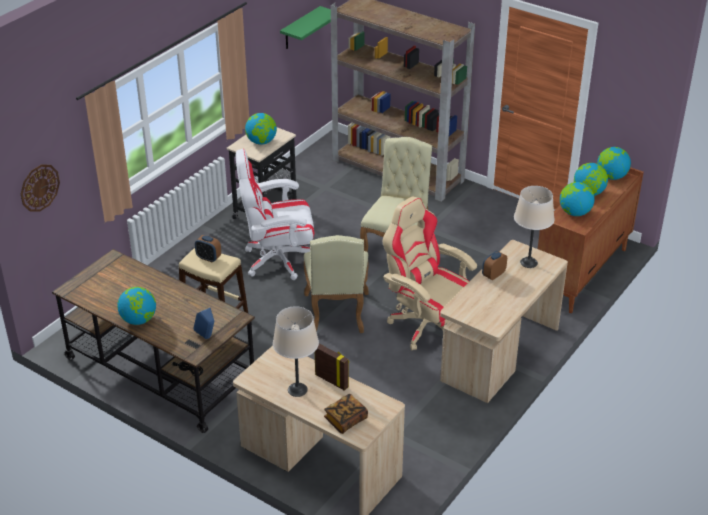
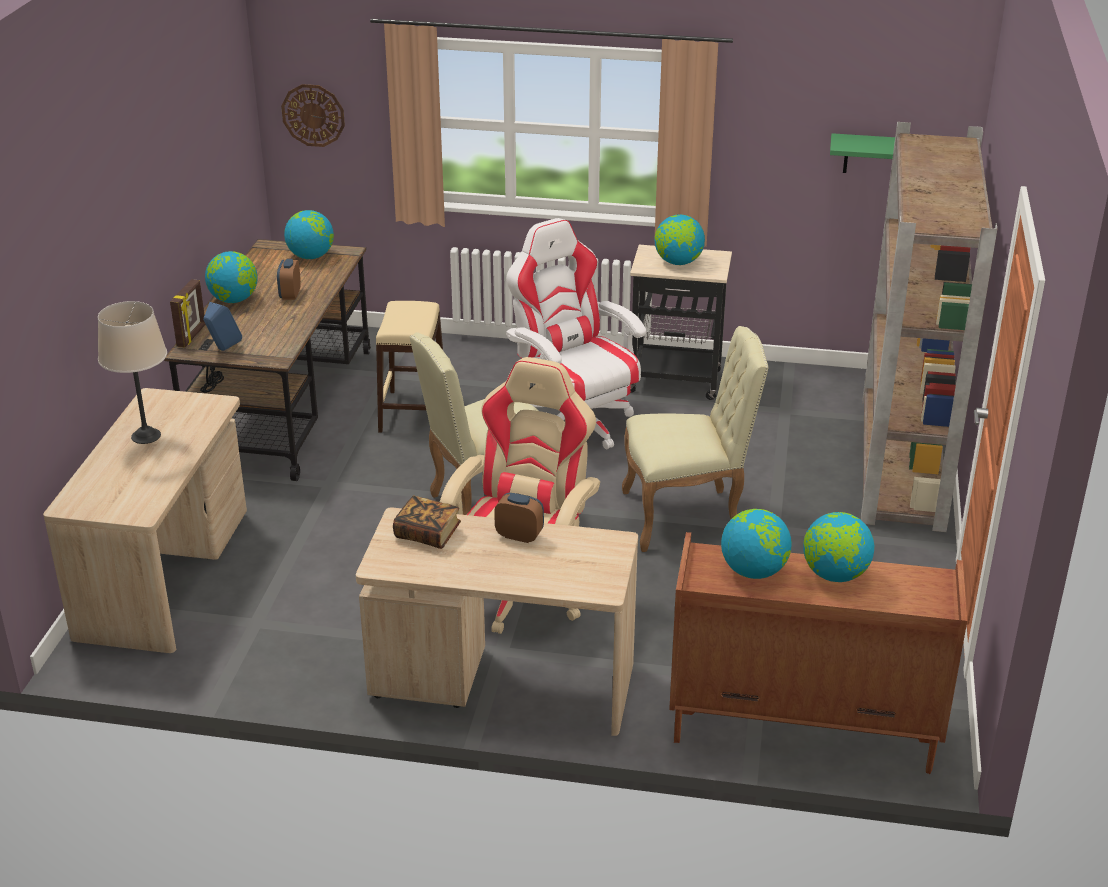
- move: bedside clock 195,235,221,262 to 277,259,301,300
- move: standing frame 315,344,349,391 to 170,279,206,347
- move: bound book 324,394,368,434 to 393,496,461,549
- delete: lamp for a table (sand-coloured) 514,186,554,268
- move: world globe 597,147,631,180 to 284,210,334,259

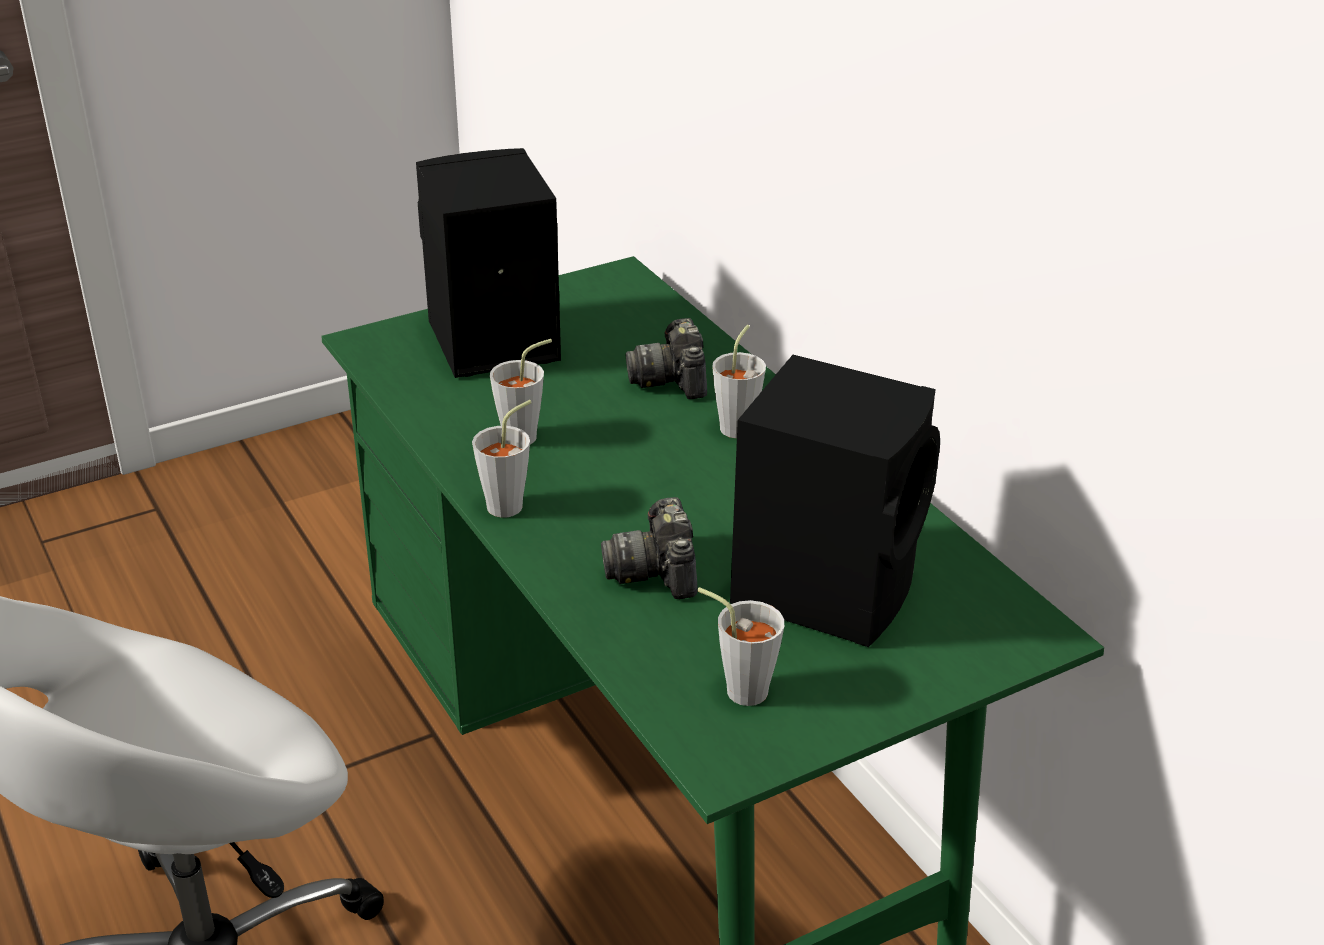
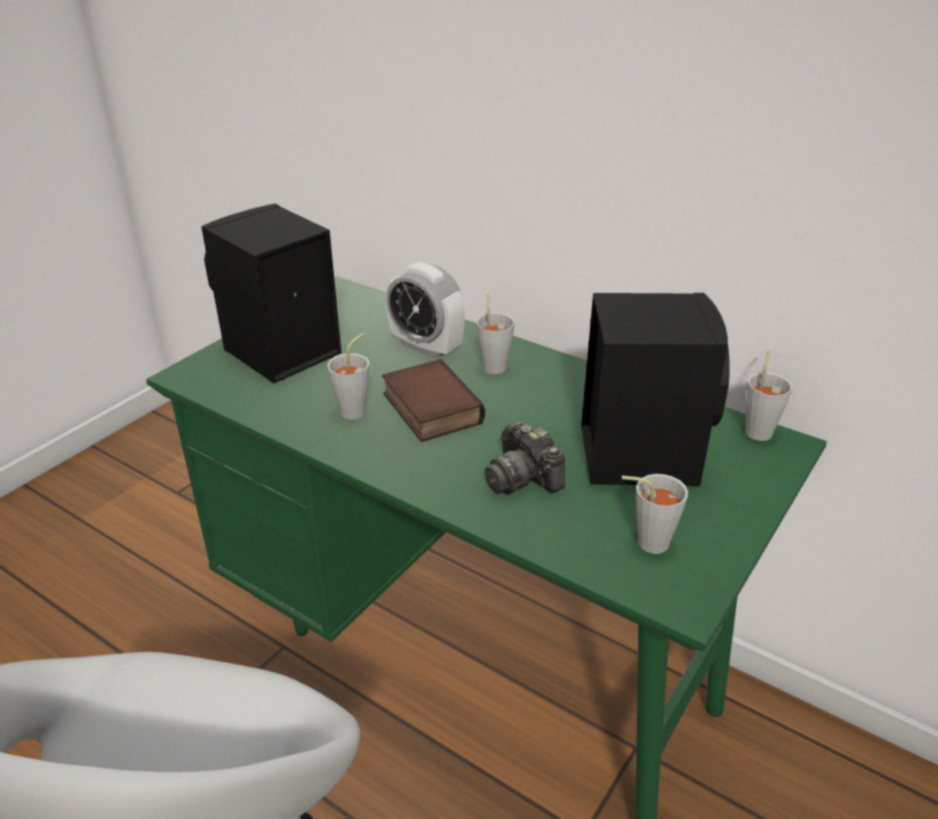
- move: drinking cup (grey) 472,400,532,518 to 745,350,793,441
- replace: photo camera 626,318,707,399 to bedside clock 386,262,465,359
- insert: bound book 382,359,485,442

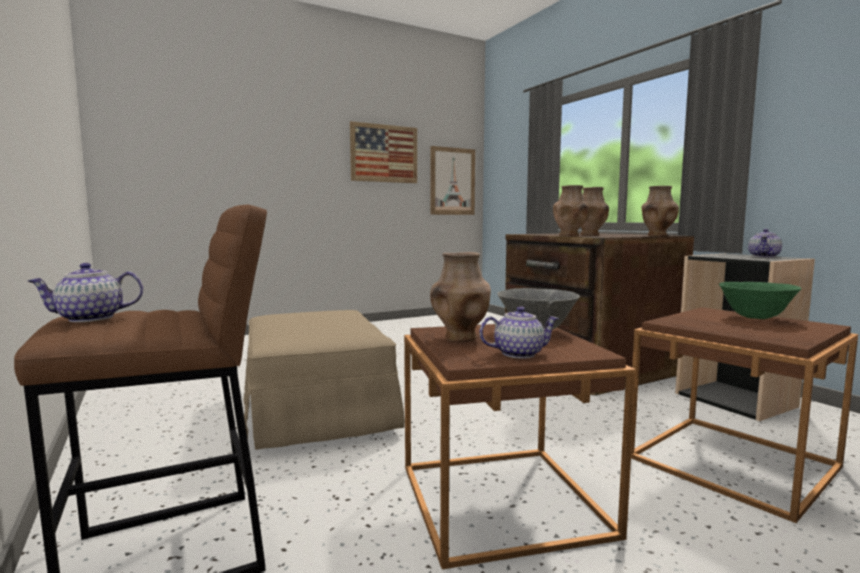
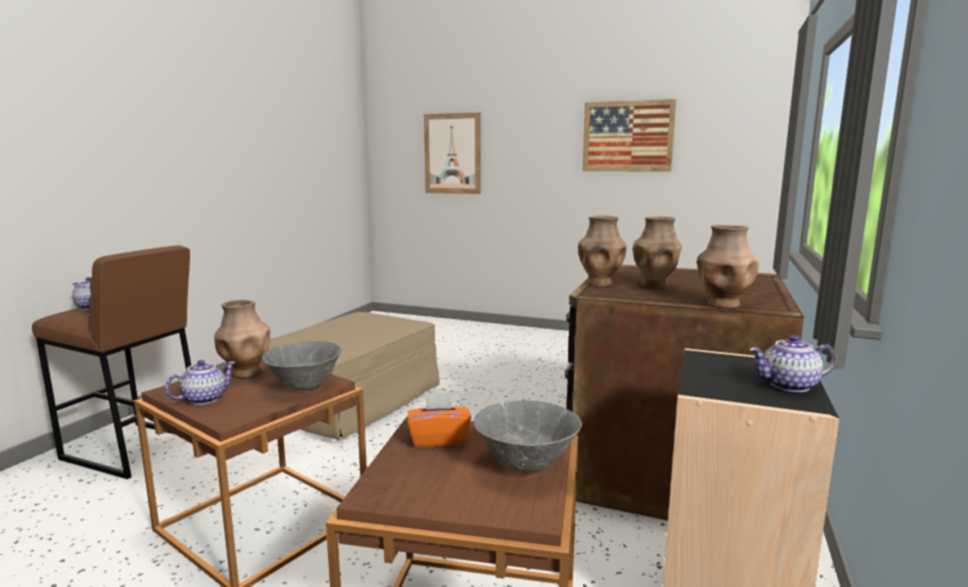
- move: wall picture 431,146,475,215 to 424,112,481,194
- rotate: tea pot 479,306,559,359 = 165,360,236,405 90 degrees counterclockwise
- recolor: bowl (green) 719,282,802,319 to bowl (grey) 474,400,582,473
- insert: tissue holder (orangey) 407,392,471,447

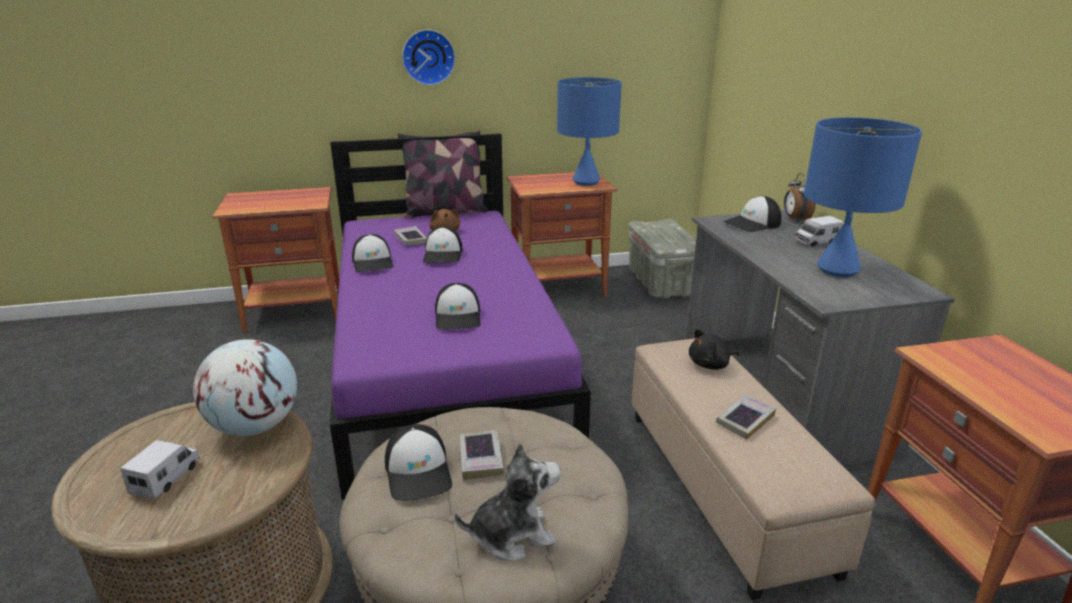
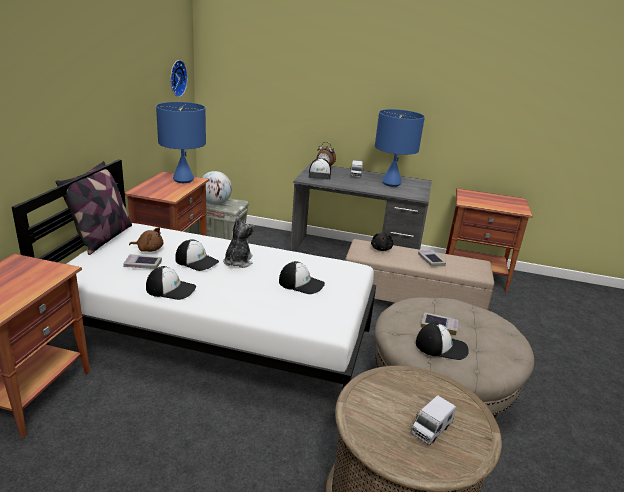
- rotate: toy truck 120,440,201,500 = 411,395,456,445 90 degrees counterclockwise
- move: world globe 193,339,297,436 to 202,171,232,205
- recolor: bed (purple-coloured) 330,133,591,500 to bed (whitish) 12,159,376,388
- move: clock on the wall 402,29,455,85 to 170,60,188,97
- move: cuddly toy 455,442,561,560 to 223,217,255,268

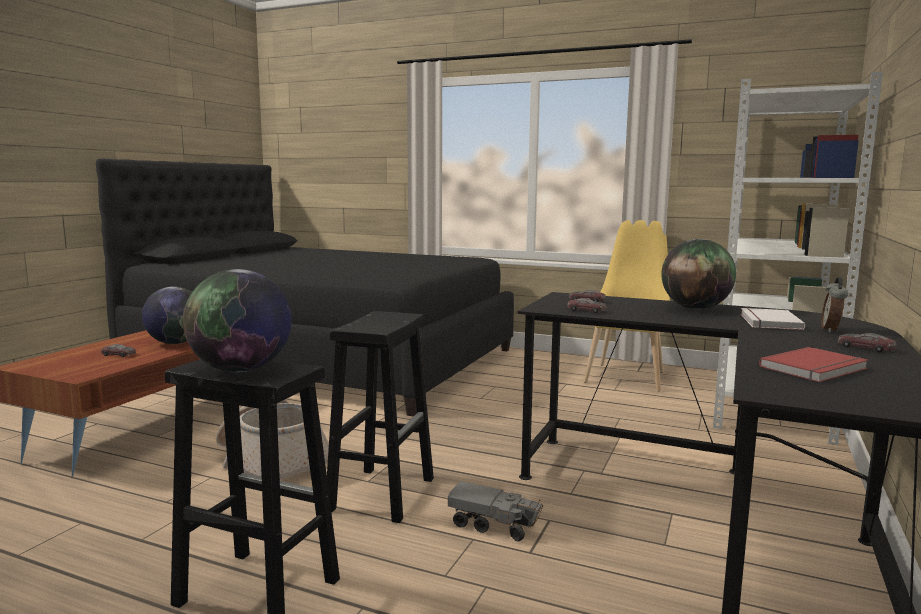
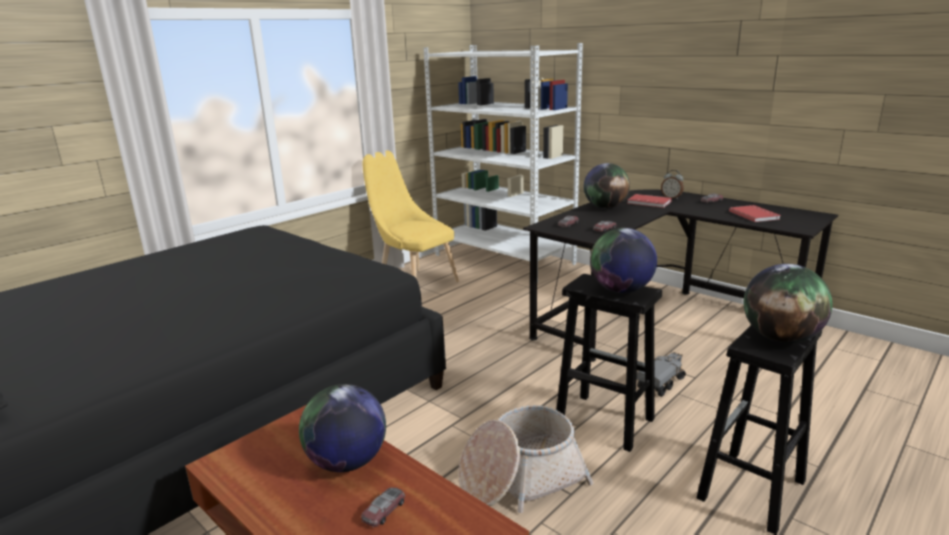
- recolor: bound book (whitish) 741,308,805,330 to bound book (red-coloured) 627,194,672,208
- insert: world globe 590,228,657,293

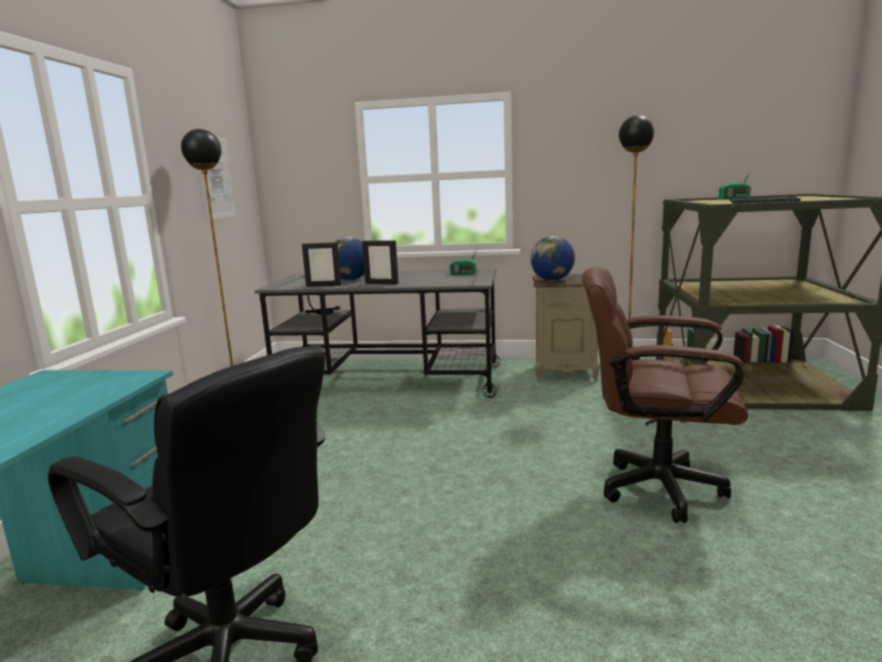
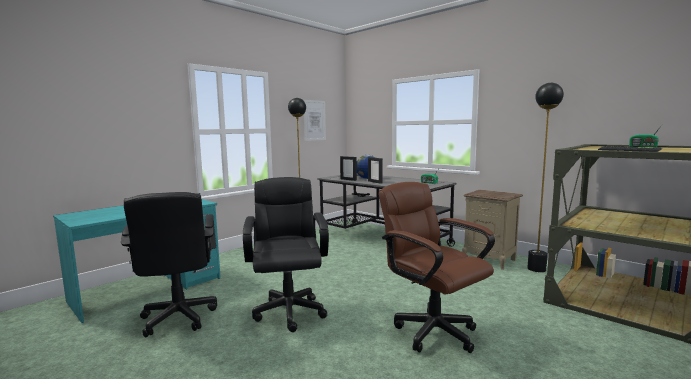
- delete: world globe 530,236,575,281
- insert: office chair (black-coloured) 243,177,329,332

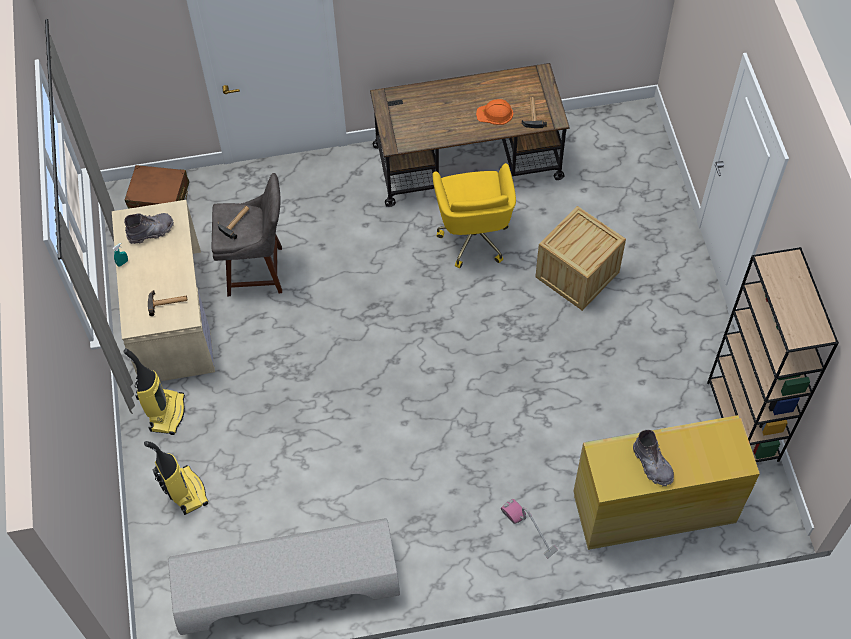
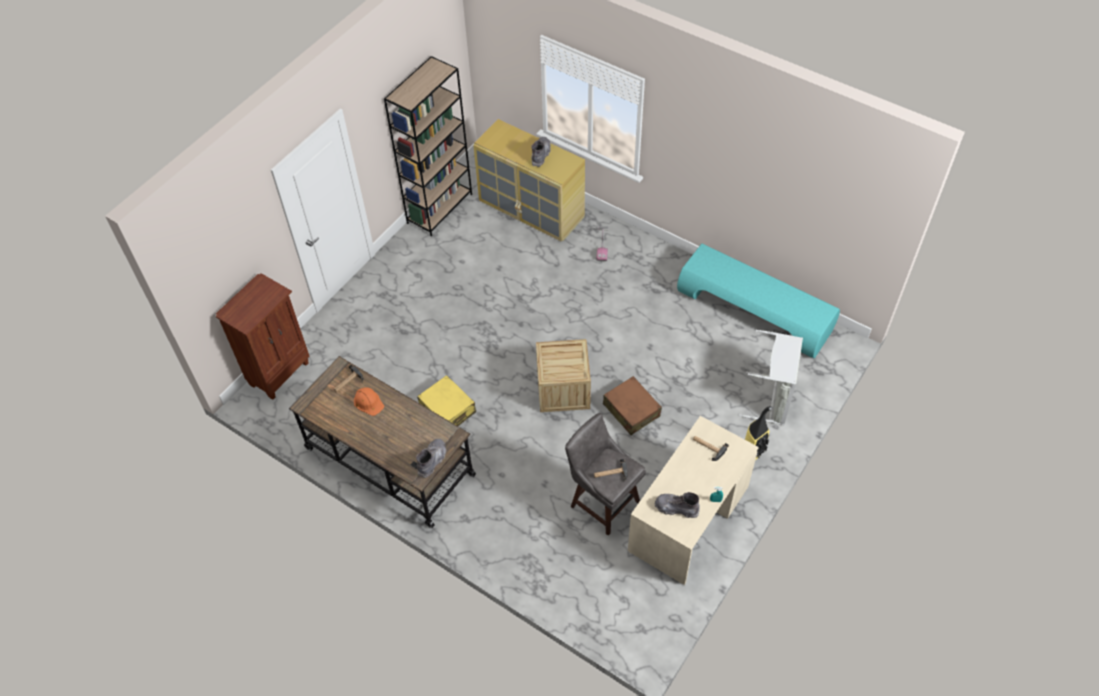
- move: suitcase (brown) 125,165,189,209 to 603,376,662,435
- replace: hoover 144,441,209,515 to hamper (grey) 739,330,803,425
- recolor: indoor bench (grey) 168,518,400,635 to indoor bench (turquoise) 677,244,840,358
- replace: office chair (yellowish) 433,163,516,268 to suitcase (yellowish) 417,375,476,426
- move: crate 535,206,626,311 to 536,339,591,412
- insert: storage cabinet (brown) 215,273,310,400
- insert: high-top boot (grey) 416,439,446,478

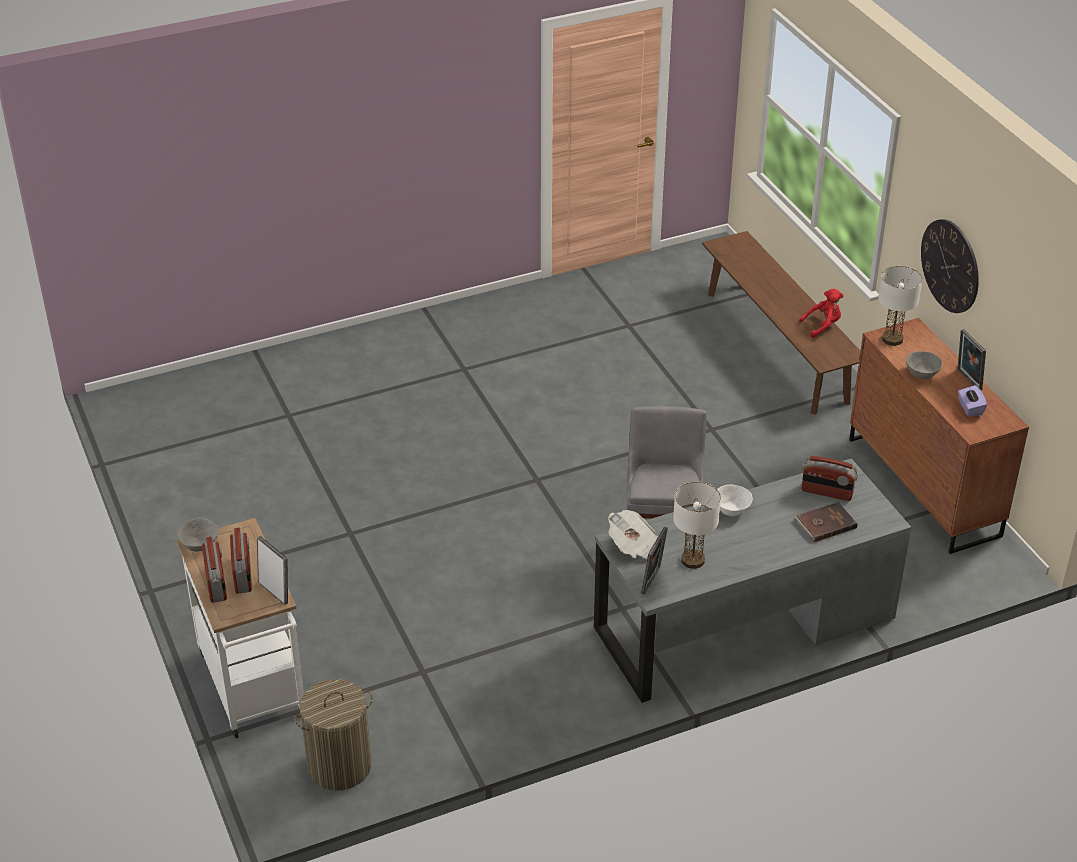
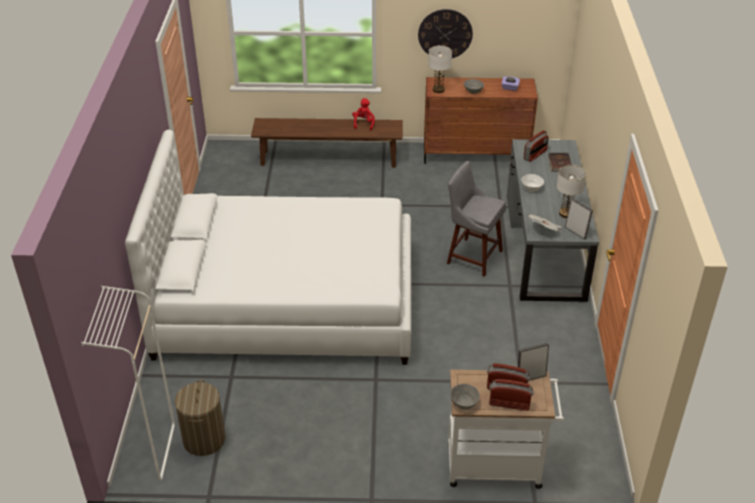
- move: hamper 294,679,373,791 to 175,380,225,456
- delete: standing frame 957,329,986,390
- insert: garment stand (whitish) 81,286,175,480
- insert: bed (whitish) 125,130,411,365

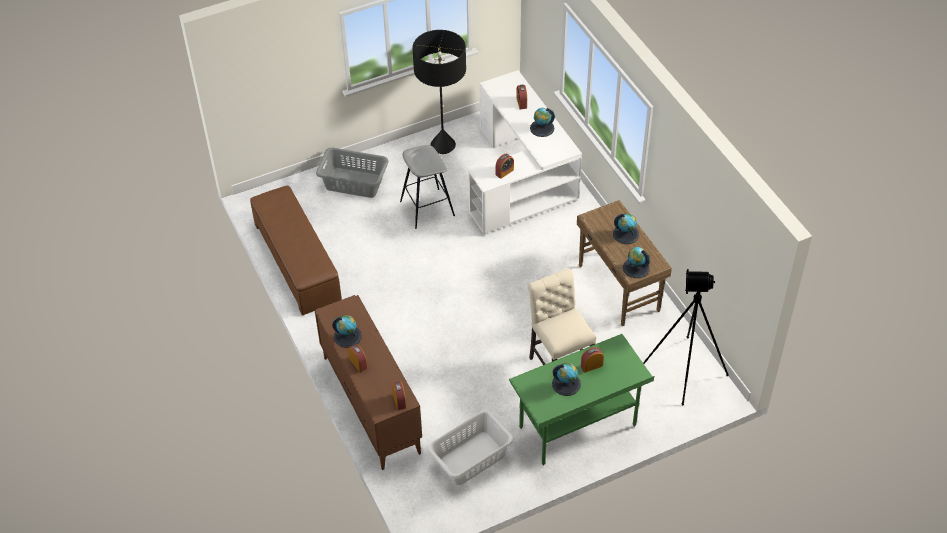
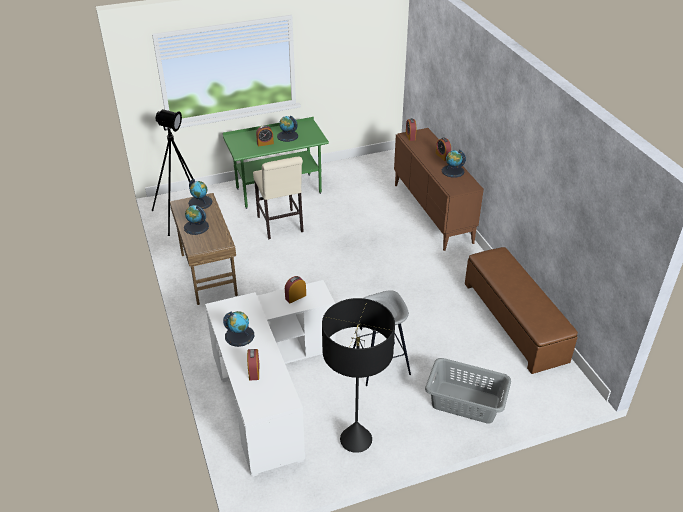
- delete: hamper (whitish) 428,410,514,485

